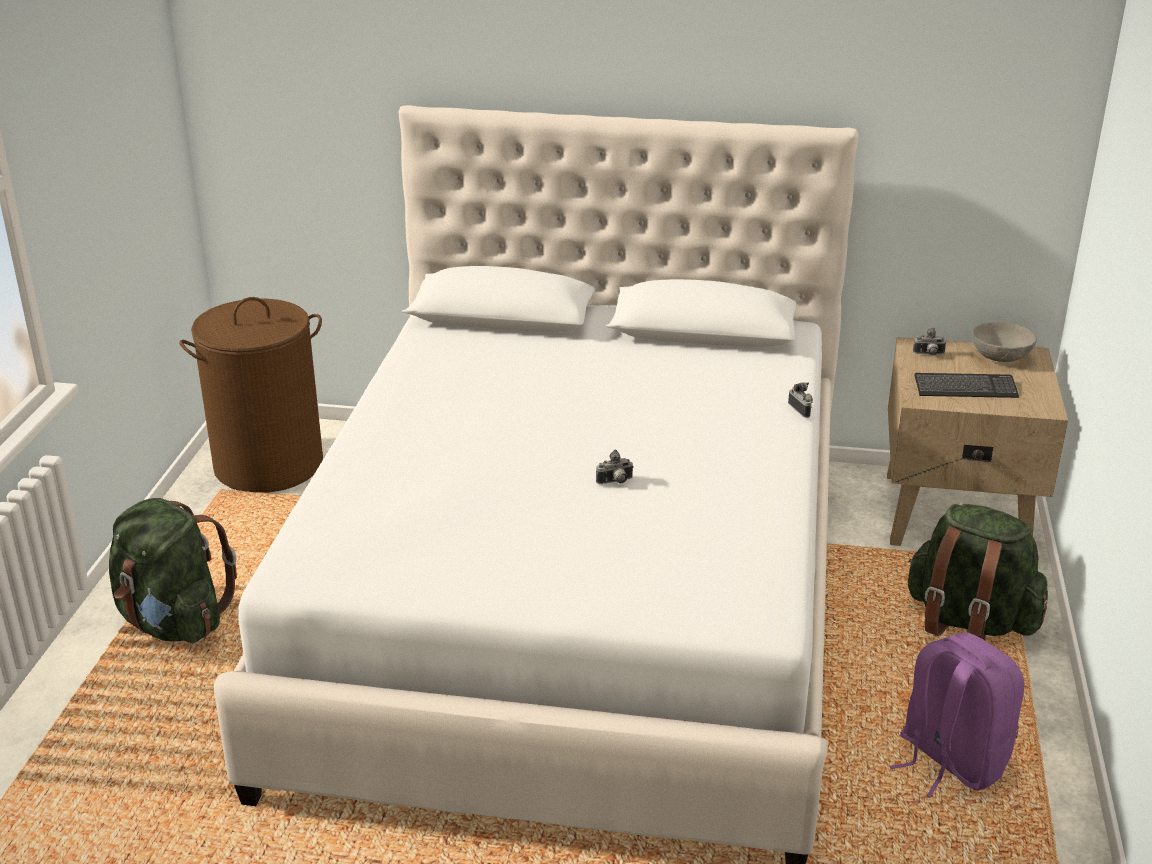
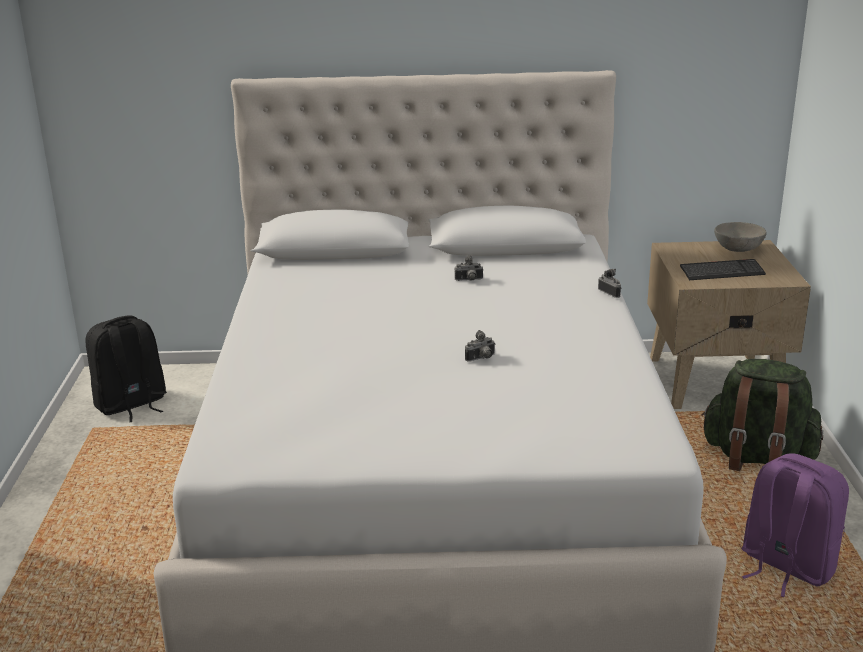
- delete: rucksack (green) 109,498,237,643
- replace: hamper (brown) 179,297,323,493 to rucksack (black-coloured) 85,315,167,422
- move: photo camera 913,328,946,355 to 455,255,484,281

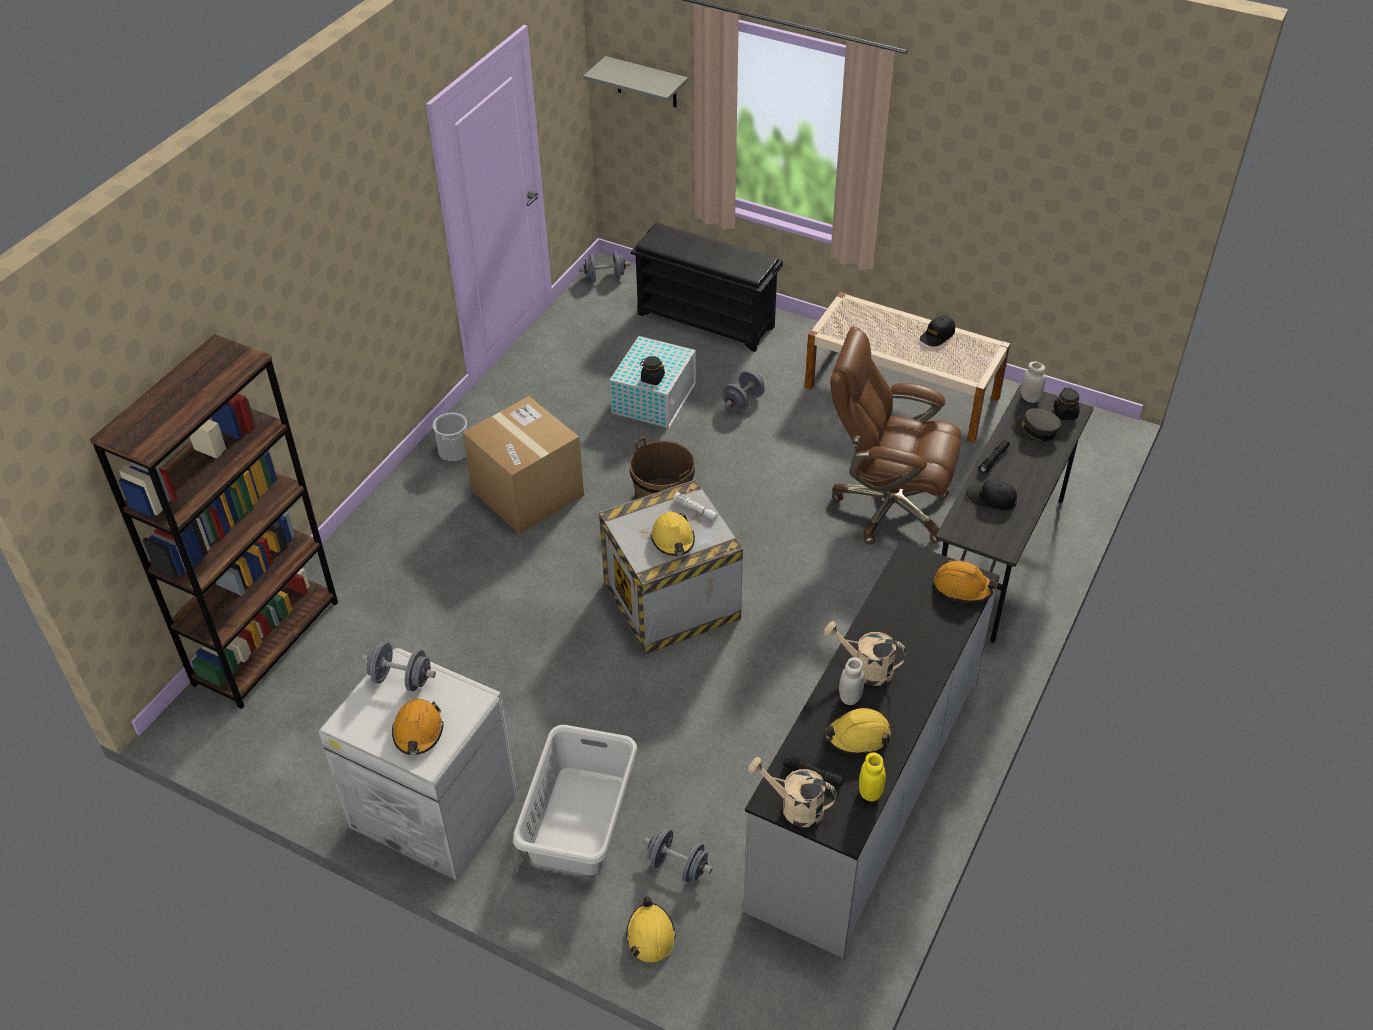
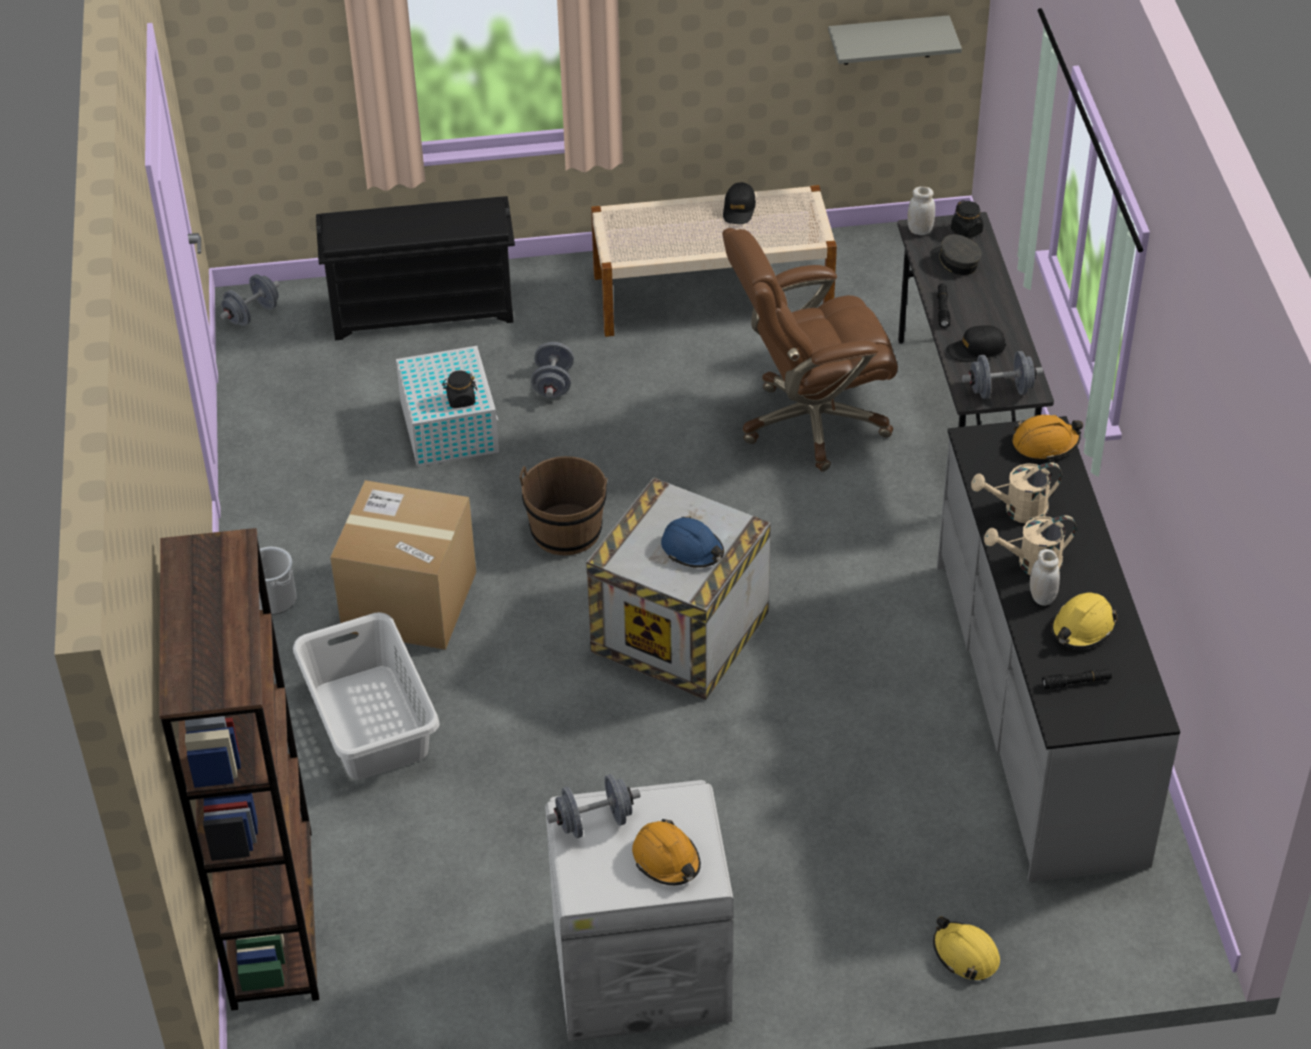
- move: hamper (grey) 513,725,637,875 to 293,612,440,780
- move: bracket shelf (grey) 583,56,688,108 to 828,15,962,65
- move: free weight (grey) 643,829,712,883 to 962,351,1043,399
- recolor: work helmet (yellowish) 651,512,695,556 to work helmet (blue) 661,516,724,568
- delete: torch (whitish) 673,492,718,520
- move: watering can (sand-coloured) 748,757,837,827 to 971,462,1062,523
- delete: storage jar (yellowish) 859,752,886,802
- rotate: baseball cap (grey) 1011,408,1061,441 = 930,234,982,275 60 degrees clockwise

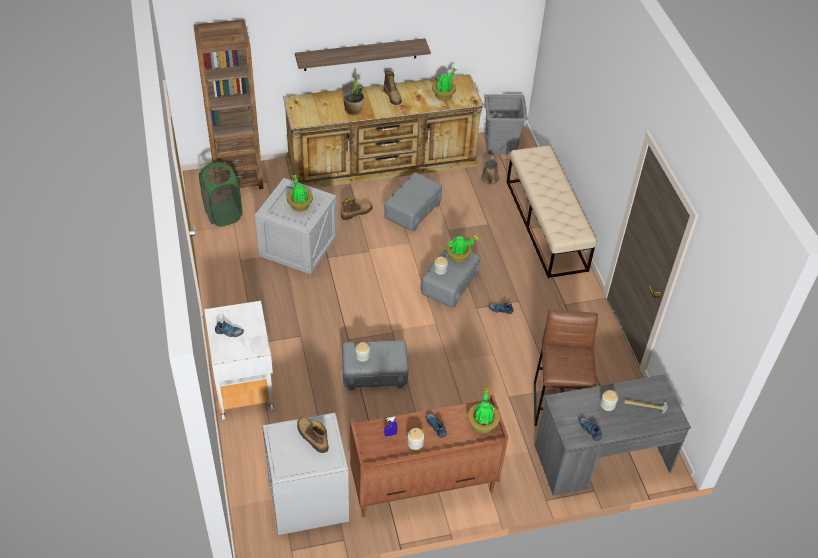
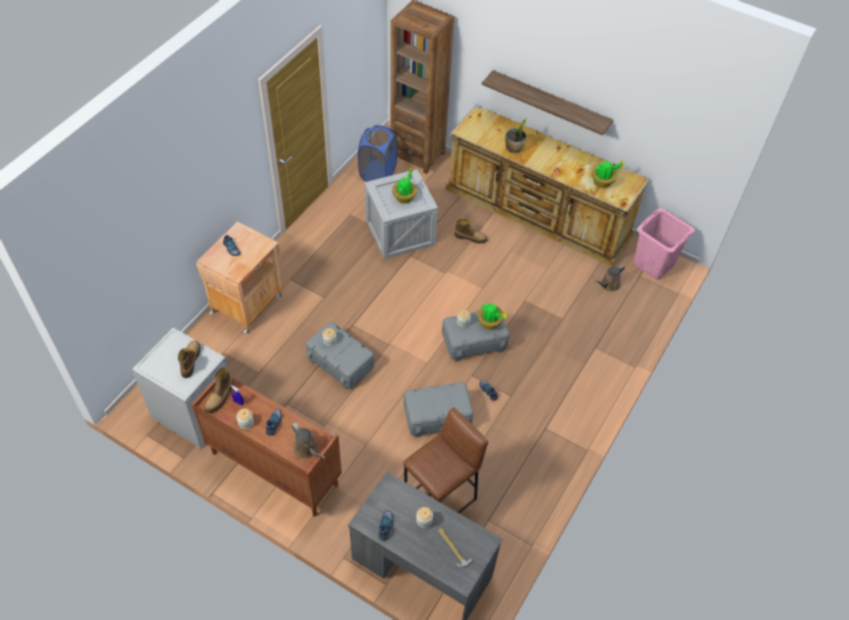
- recolor: hamper (green) 199,162,242,227 to hamper (blue) 358,125,397,182
- recolor: cart (whitish) 204,301,275,420 to cart (brown) 196,222,282,334
- move: high-top boot 384,70,402,105 to 205,367,233,413
- move: storage box (grey) 384,173,442,232 to 404,382,473,438
- replace: potted plant 468,388,500,433 to watering can (brown) 291,423,325,459
- recolor: hamper (grey) 484,94,528,155 to hamper (pink) 633,208,695,280
- delete: indoor bench (sand-coloured) 507,146,597,278

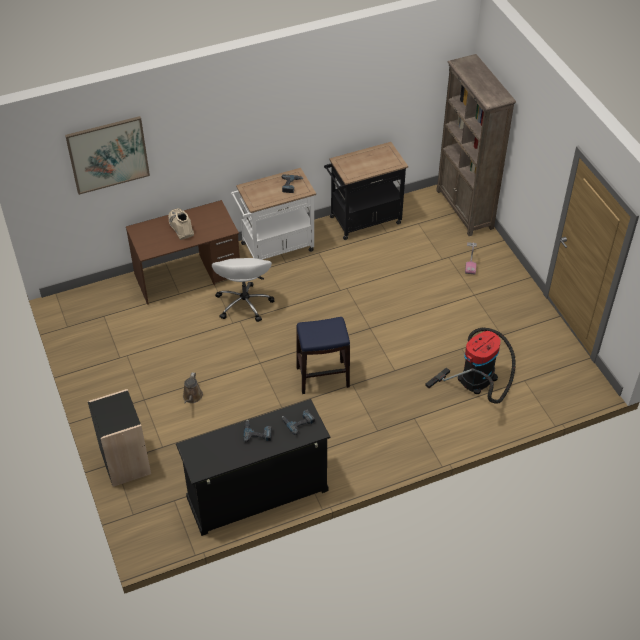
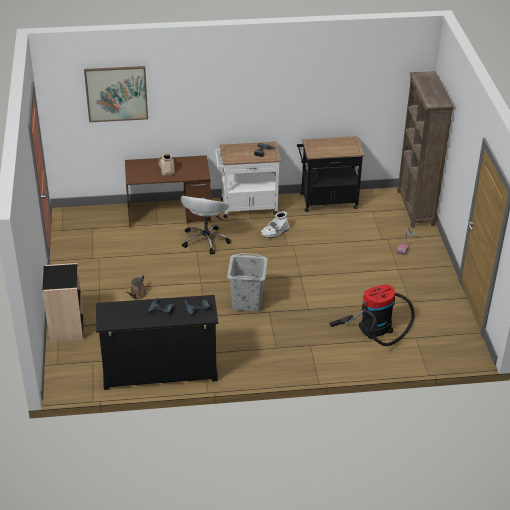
- replace: stool 296,317,350,394 to hamper (grey) 227,253,268,312
- insert: high-top boot (whitish) 261,211,290,238

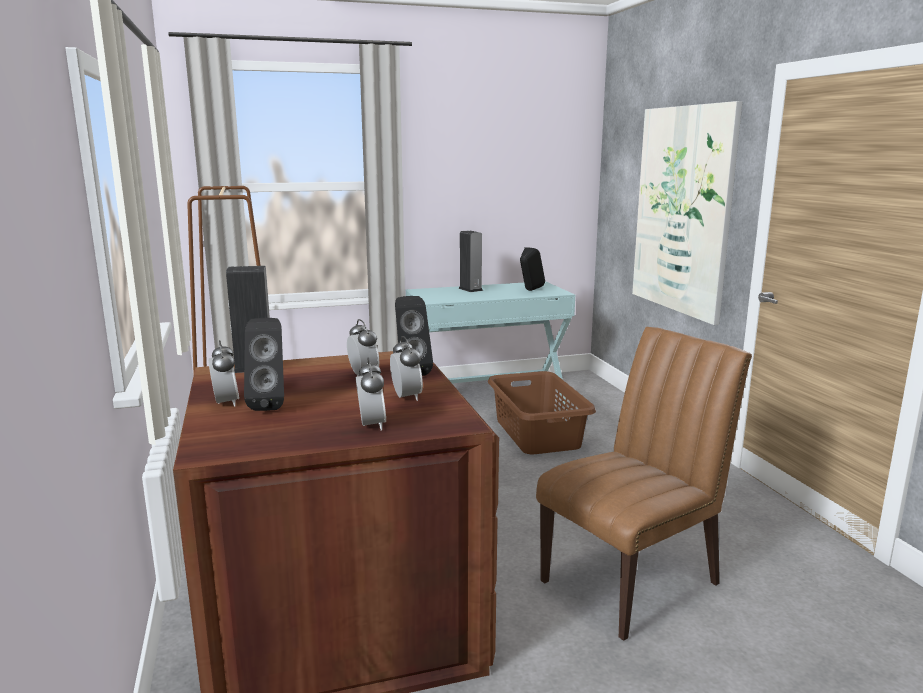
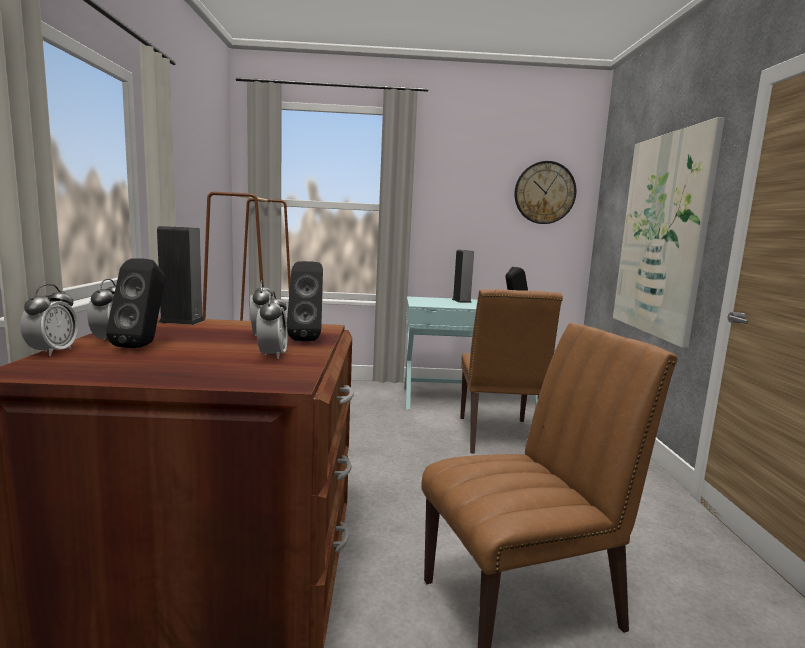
- move: bedside clock 356,358,386,430 to 20,284,78,356
- replace: hamper (brown) 488,371,596,454 to plain chair (brown) 460,289,563,454
- insert: clock on the wall 514,161,576,224

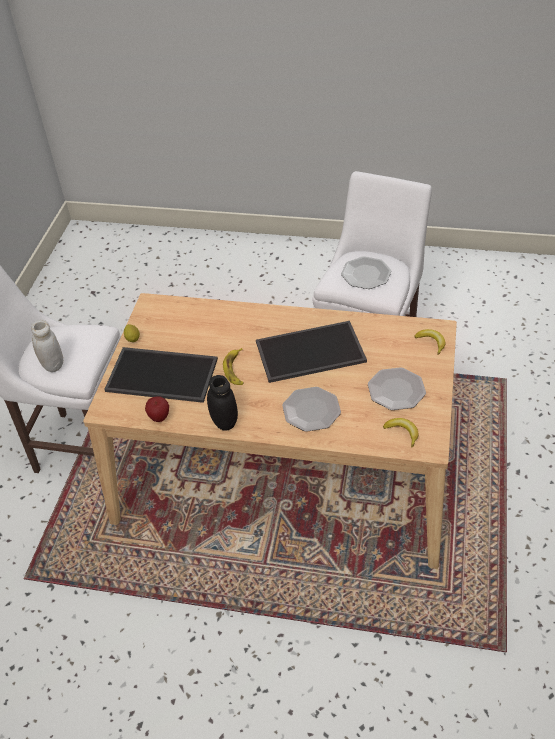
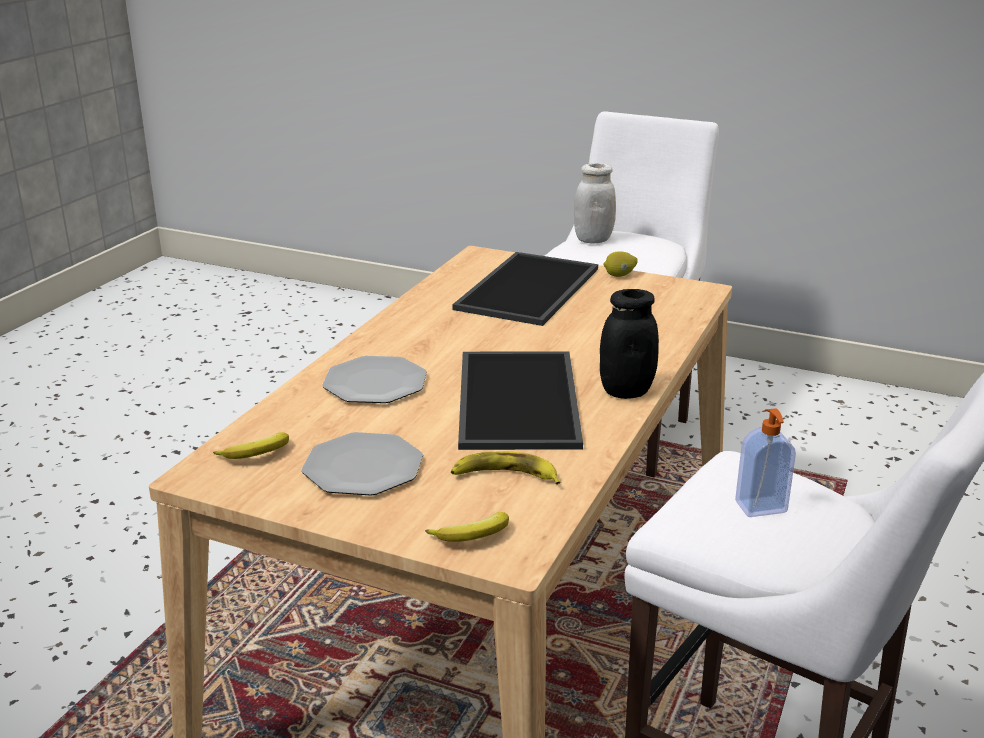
- delete: apple 145,396,169,422
- move: storage jar (black-coloured) 207,375,238,431 to 600,289,659,399
- move: whole banana 223,348,244,385 to 451,451,561,484
- replace: dinner plate 341,256,391,289 to soap bottle 735,408,796,517

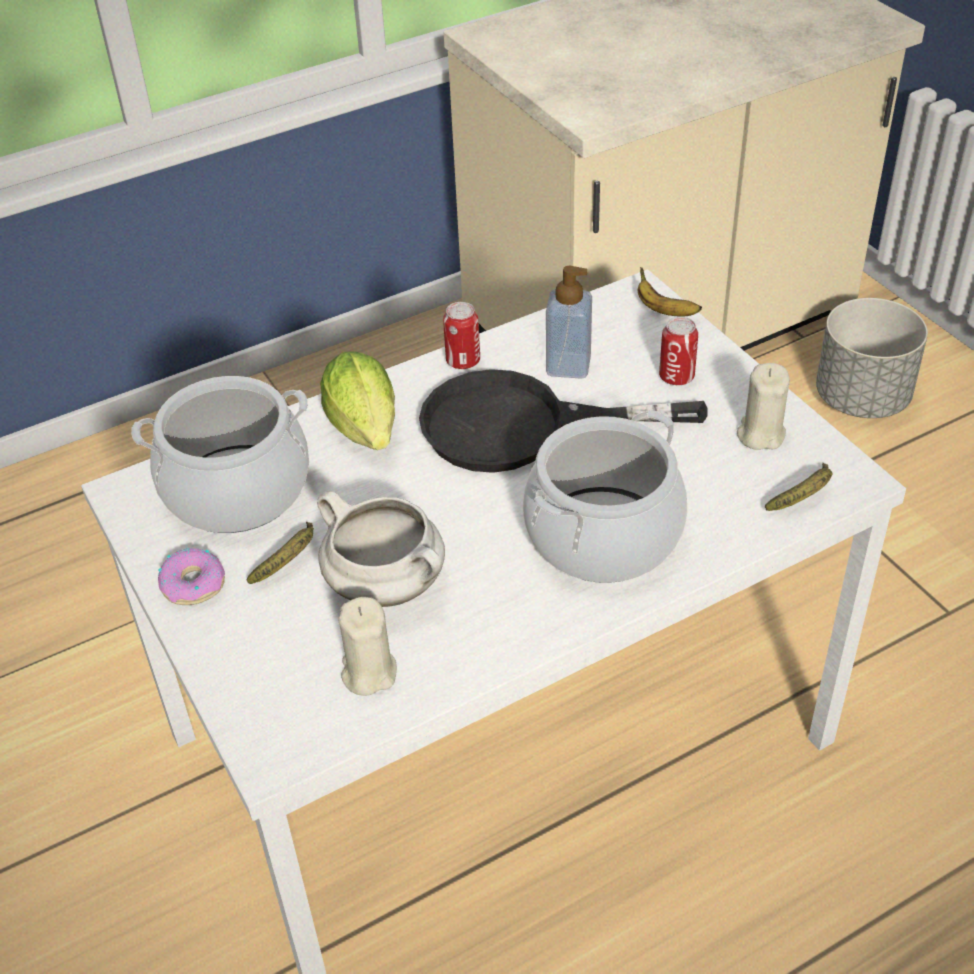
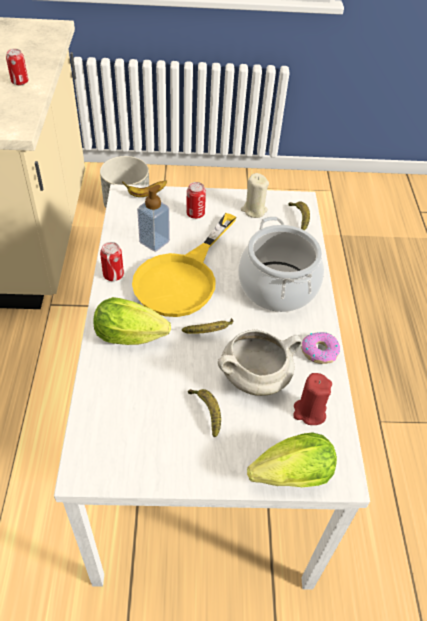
- delete: saucepot 131,376,309,533
- move: doughnut 158,548,225,605 to 301,332,340,364
- recolor: wax candle (sand-coloured) 338,597,397,696 to wax candle (red-coloured) 293,373,332,425
- recolor: frying pan (black-coloured) 419,369,708,473 to frying pan (yellowish) 132,213,236,317
- insert: metal can 6,49,28,85
- insert: whole banana 182,318,234,334
- insert: lettuce 247,432,337,487

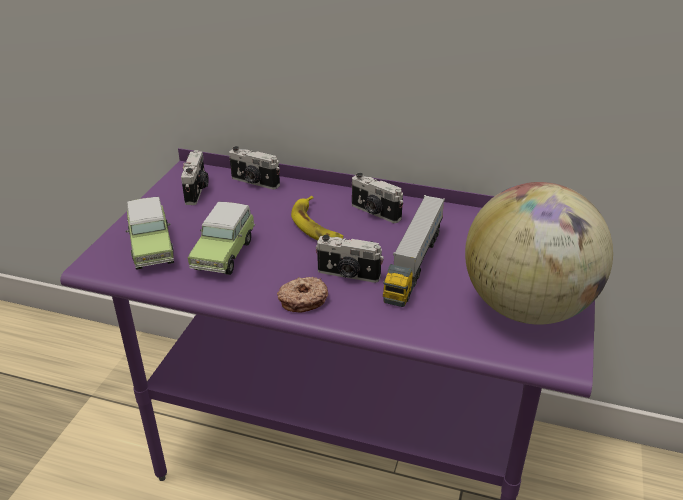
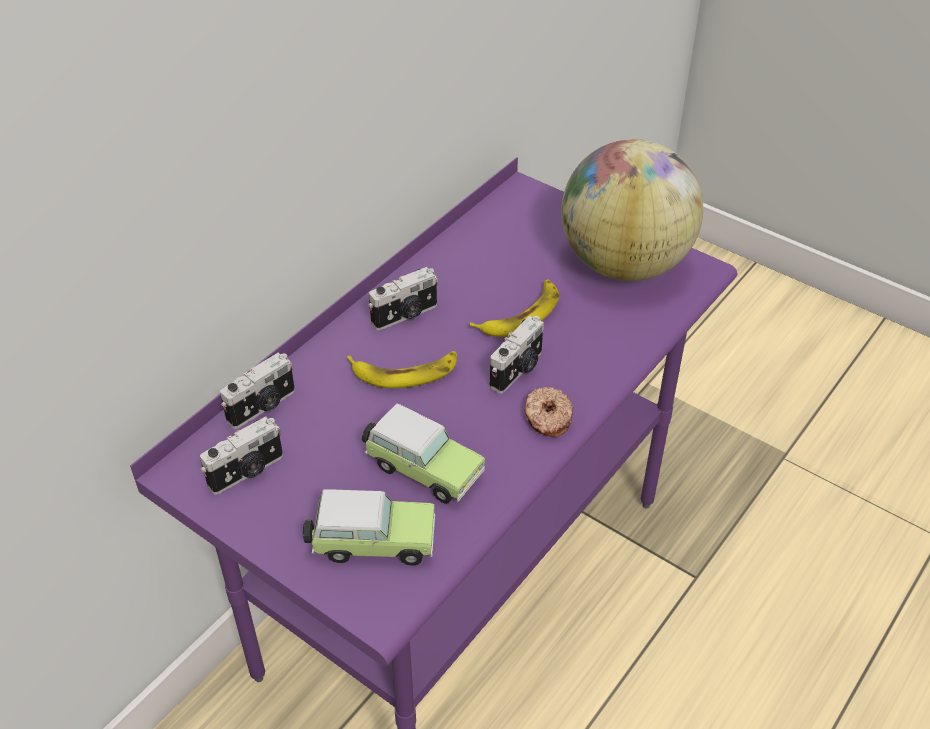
- rotate: photo camera 181,150,209,205 = 200,416,283,495 120 degrees clockwise
- replace: toy truck 383,195,445,307 to whole banana 469,279,559,337

